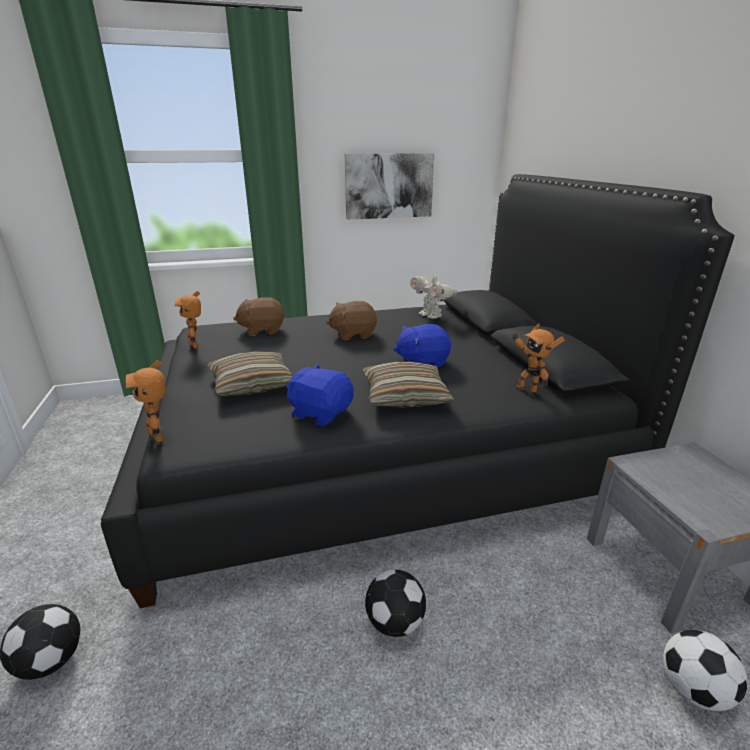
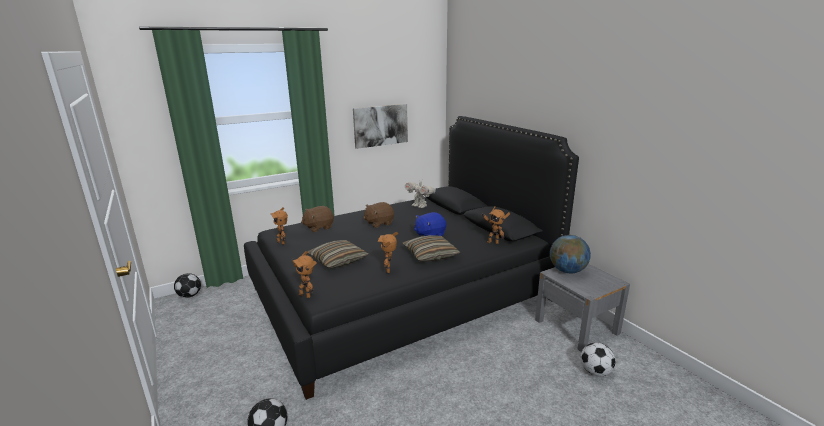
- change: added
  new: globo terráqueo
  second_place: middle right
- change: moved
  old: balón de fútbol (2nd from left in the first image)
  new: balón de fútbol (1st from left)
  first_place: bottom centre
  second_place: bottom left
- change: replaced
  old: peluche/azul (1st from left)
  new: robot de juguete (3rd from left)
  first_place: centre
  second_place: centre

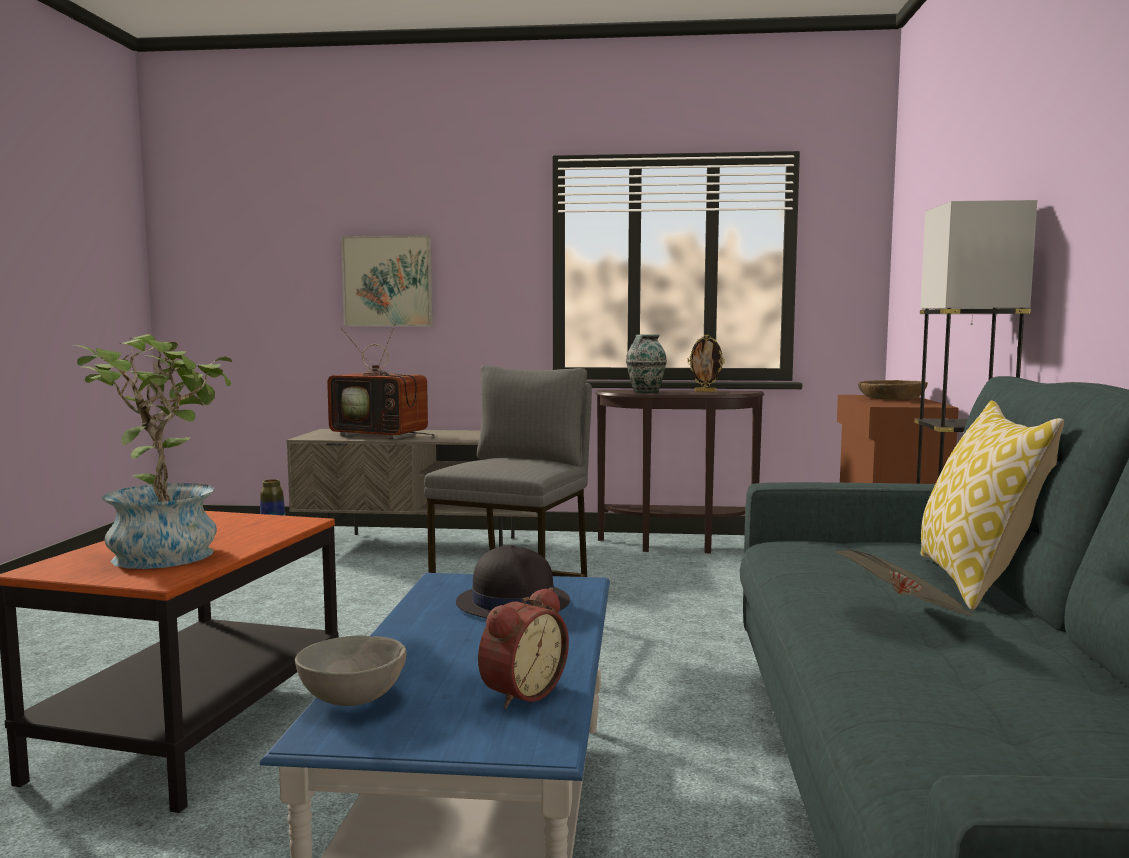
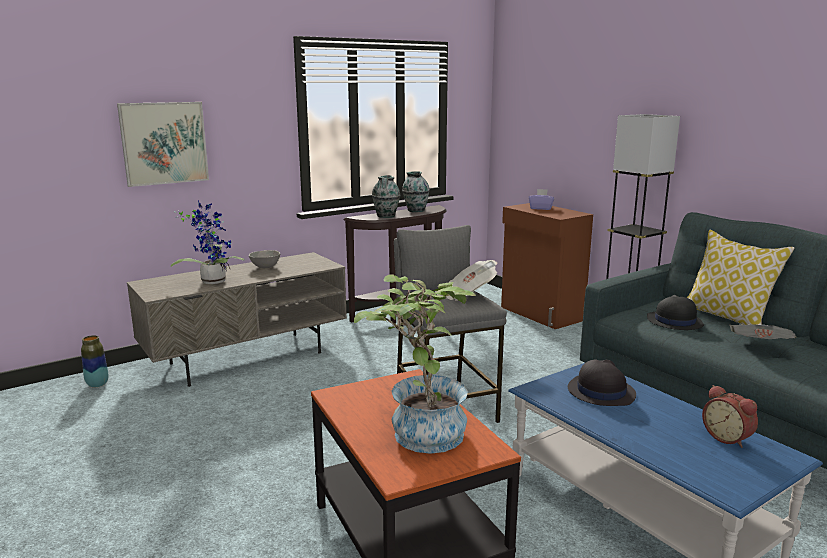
- change: added
  new: periódico (1st from left)
  second_place: centre
- change: added
  new: sombrero/negro (2nd from left)
  second_place: middle right
- change: moved
  old: cuenco/gris
  first_place: bottom left
  second_place: middle left
- change: replaced
  old: televisor
  new: planta en maceta (1st from left)
  first_place: centre
  second_place: middle left
- change: replaced
  old: portarretratos
  new: florero (3rd from left)
  first_place: centre
  second_place: centre
- change: replaced
  old: cuenco/marrón
  new: caja de pañuelos/morado
  first_place: middle right
  second_place: centre
- change: turned
  old: despertador
  first_place: bottom centre
  second_place: bottom right
  degrees: 150

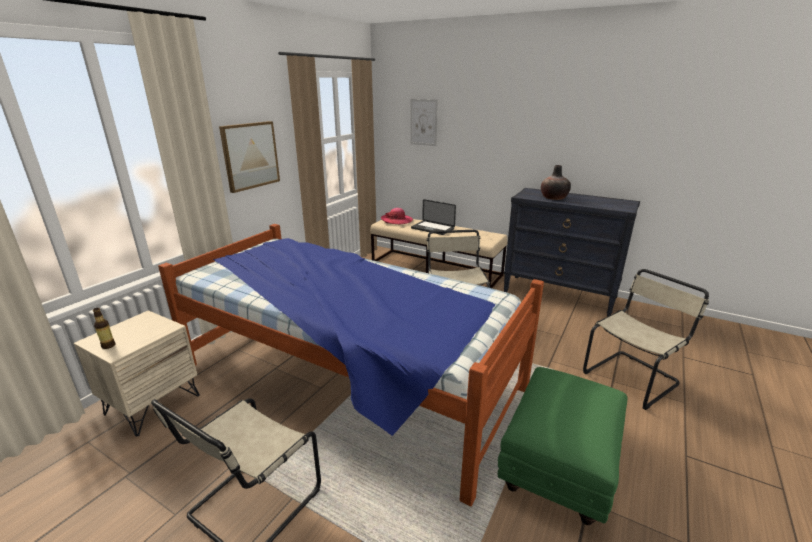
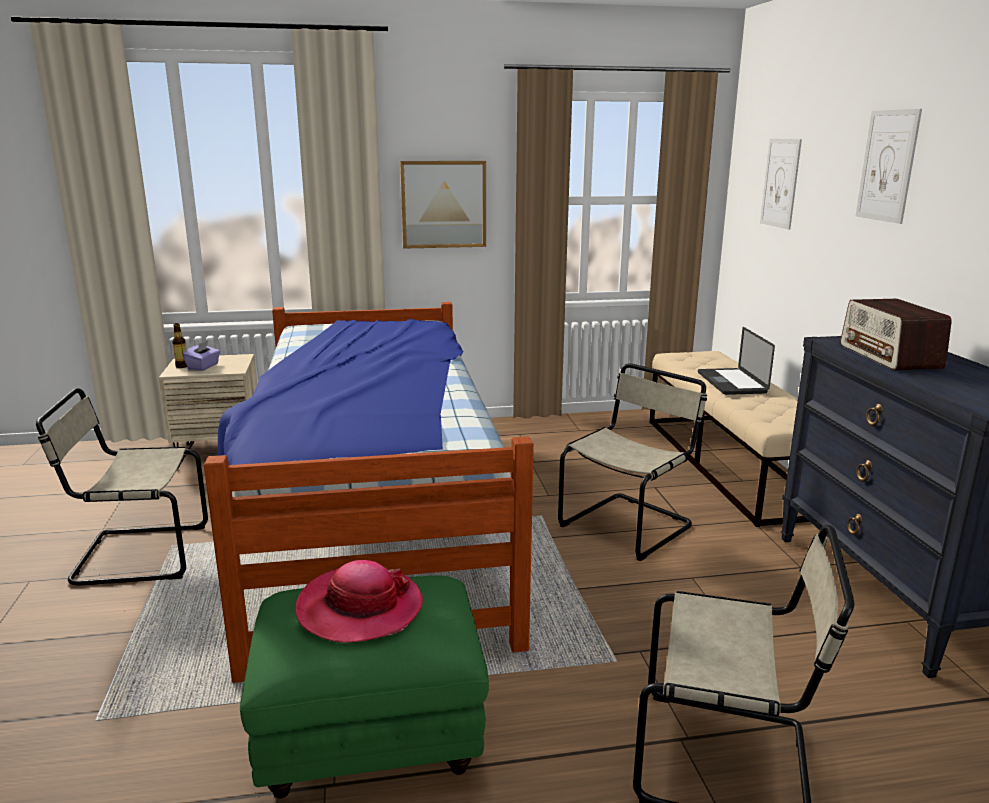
- change: added
  new: caja de pañuelos/morado
  second_place: middle left
- change: added
  new: cuadro (3rd from left)
  second_place: top right
- change: moved
  old: sombrero
  first_place: centre
  second_place: bottom centre
- change: replaced
  old: florero
  new: radio
  first_place: middle right
  second_place: middle right

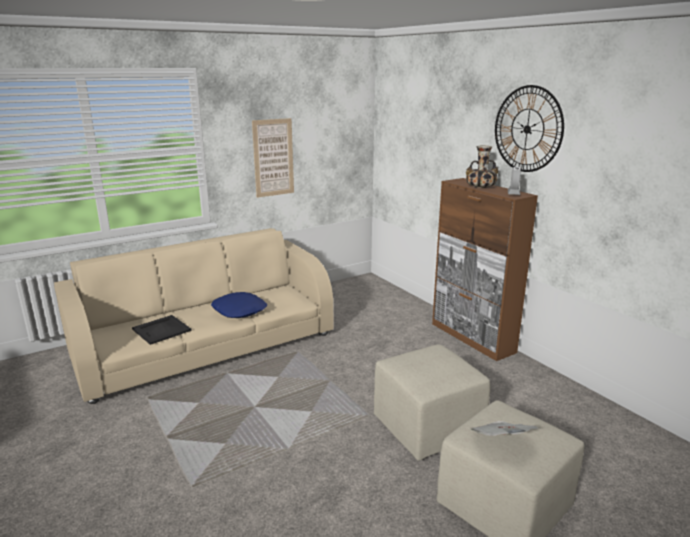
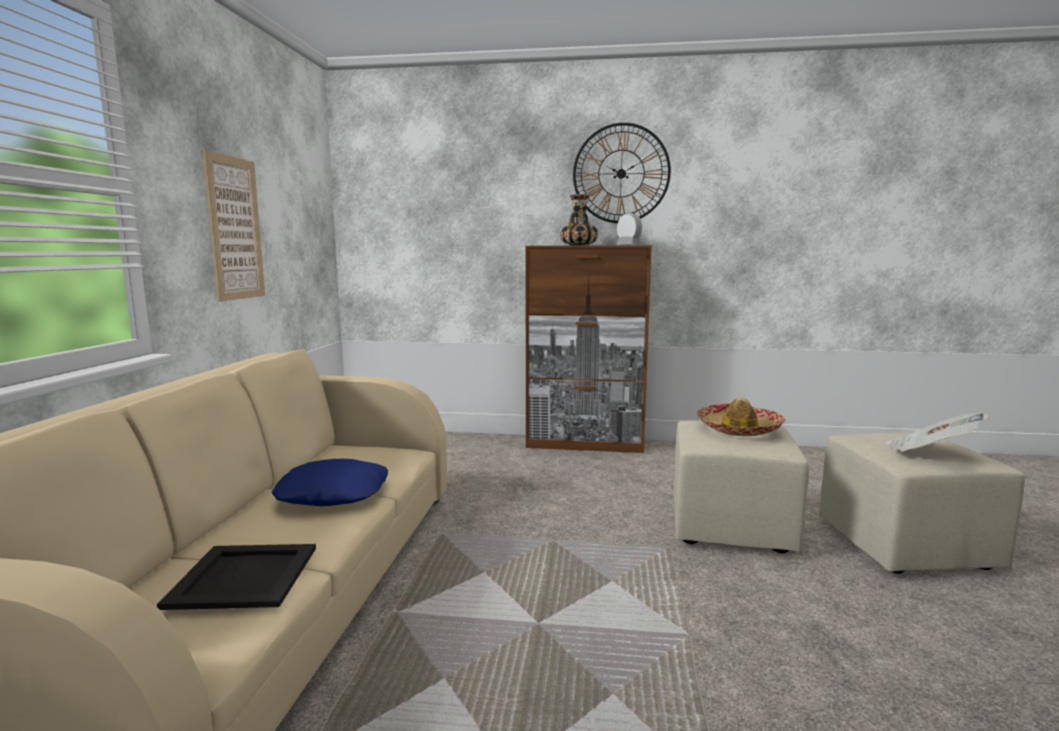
- change: added
  new: sombrero
  second_place: middle right

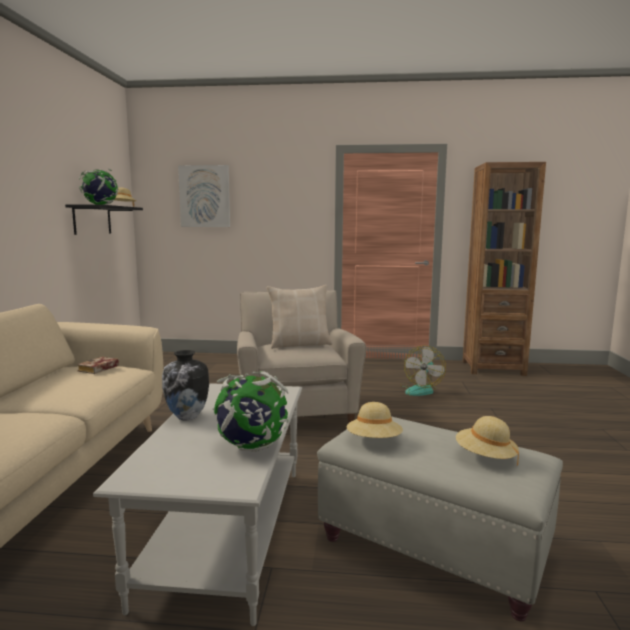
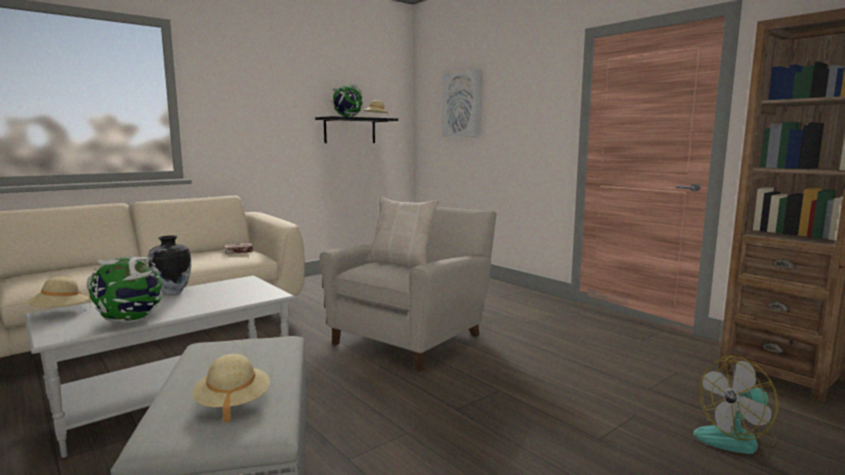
- change: moved
  old: sombrero/beis (2nd from left in the first image)
  new: sombrero/beis (1st from left)
  first_place: bottom centre
  second_place: middle left
- change: moved
  old: ventilador
  first_place: middle right
  second_place: bottom right

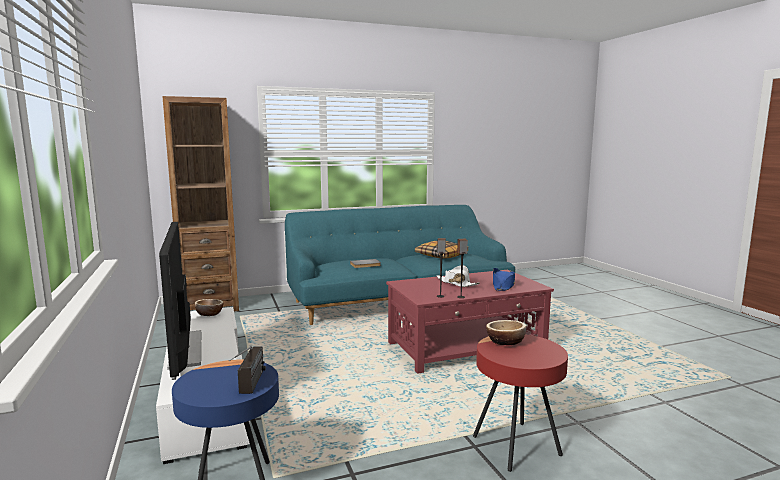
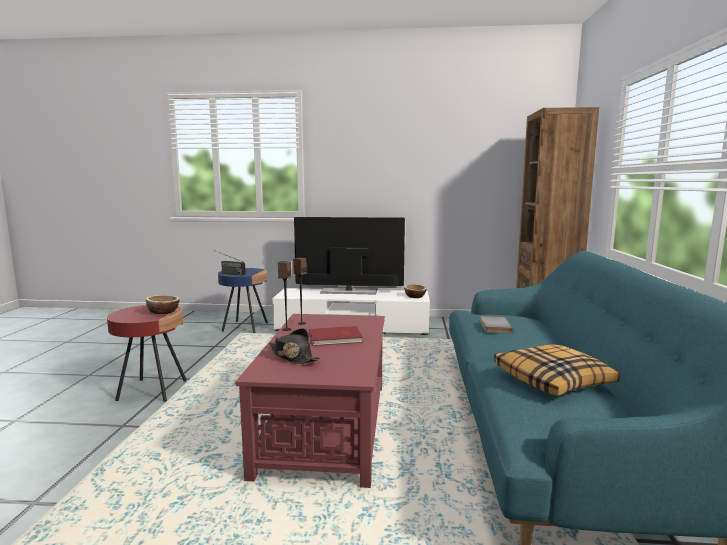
- change: replaced
  old: sombrero/blanco
  new: libro/rojo
  first_place: centre
  second_place: centre
- change: recoloured
  old: sombrero/azul
  new: sombrero/negro
  first_place: centre
  second_place: centre

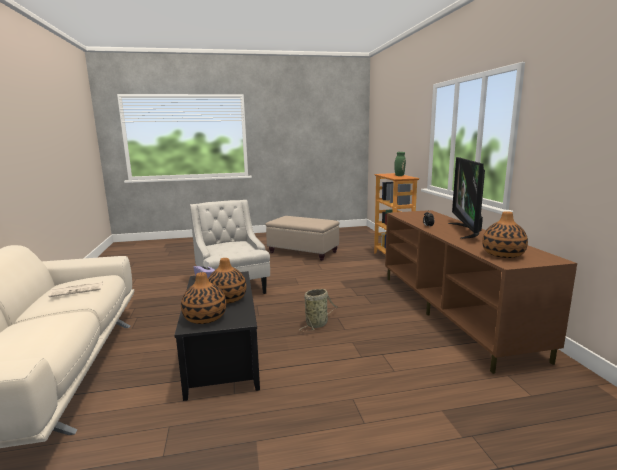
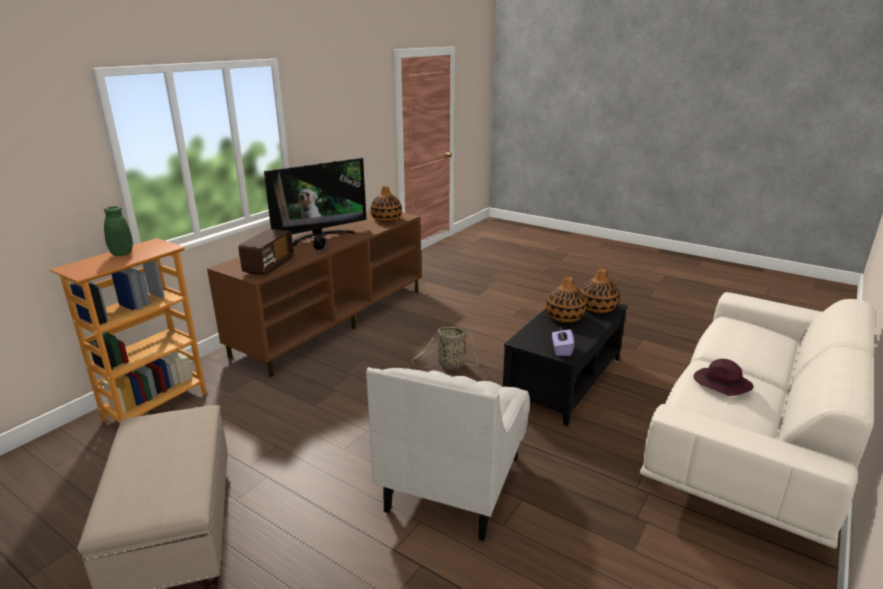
- change: added
  new: radio
  second_place: middle left
- change: replaced
  old: periódico
  new: sombrero/morado
  first_place: middle left
  second_place: middle right

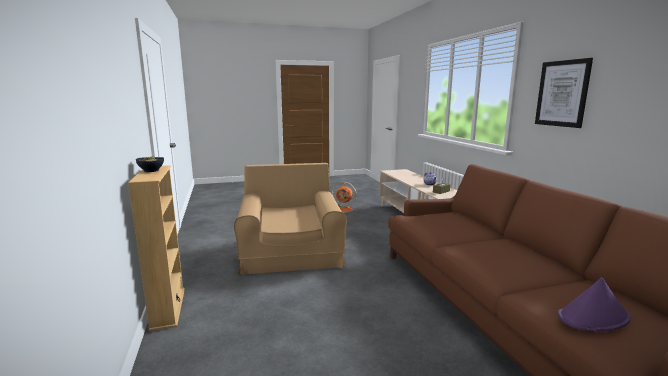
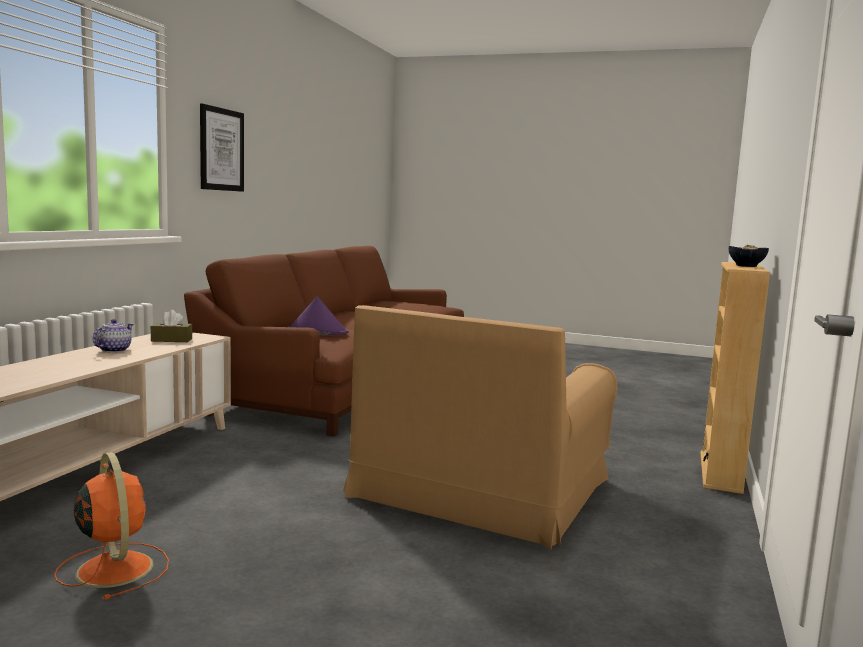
- change: moved
  old: sombrero/morado
  first_place: bottom right
  second_place: centre

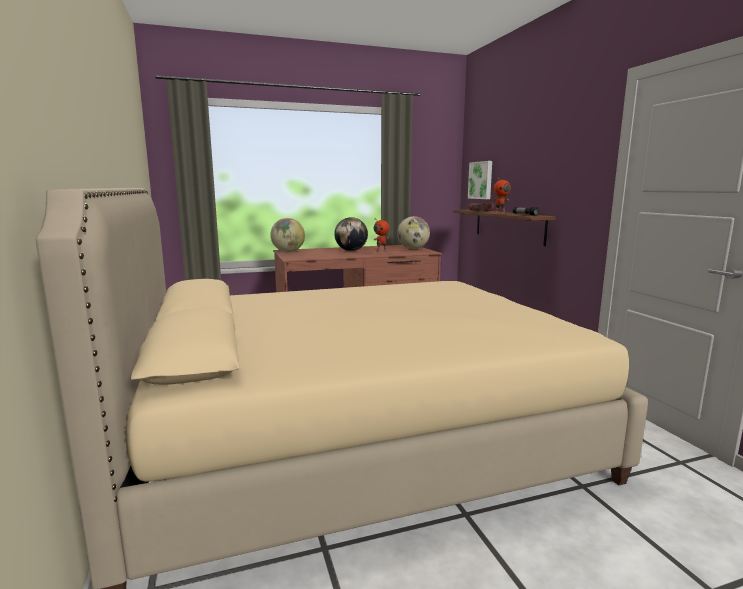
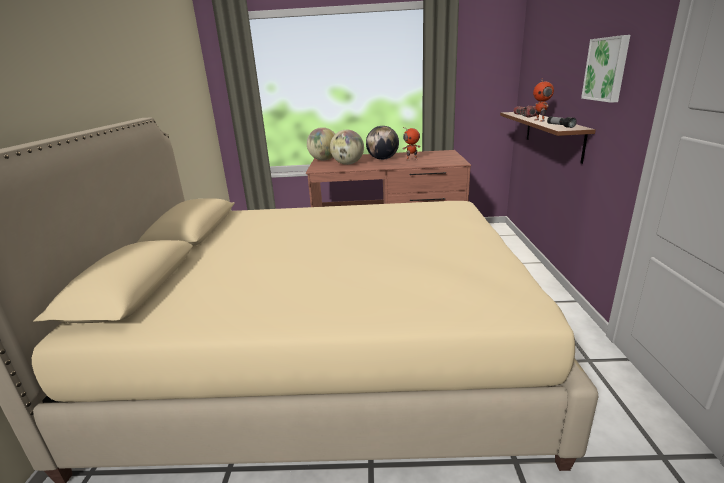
- change: moved
  old: globo terráqueo (3rd from left in the first image)
  new: globo terráqueo (2nd from left)
  first_place: centre
  second_place: top centre
- change: moved
  old: cuadro
  first_place: top centre
  second_place: top right

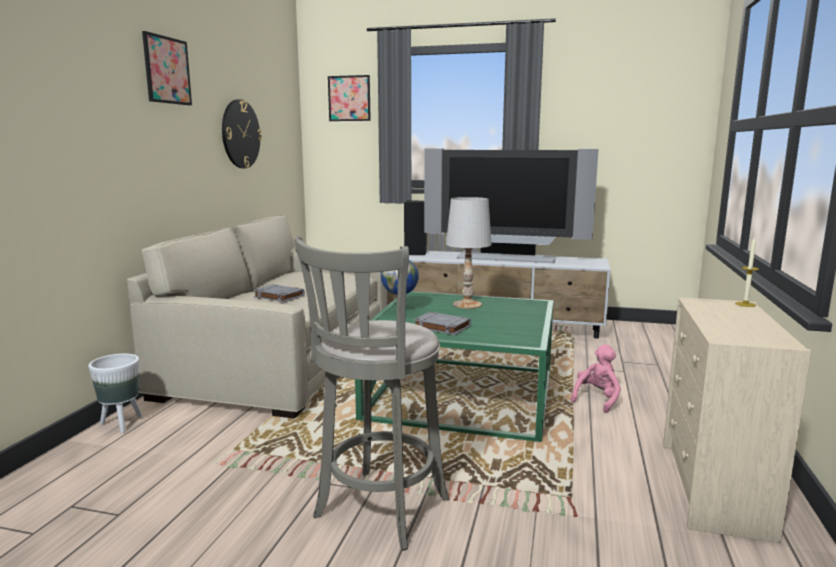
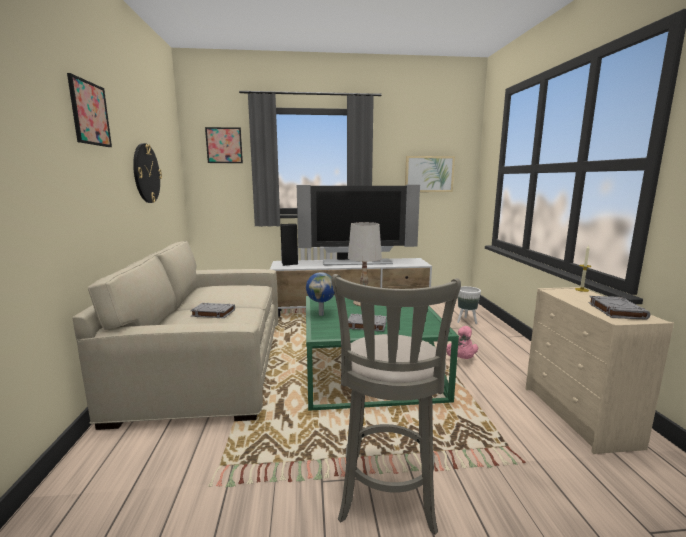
- change: added
  new: cuadro (3rd from left)
  second_place: top centre
- change: added
  new: libro/gris (3rd from left)
  second_place: middle right
- change: moved
  old: maceta/blanco
  first_place: bottom left
  second_place: middle right
- change: turned
  old: peluche/rosa
  first_place: bottom right
  second_place: middle right
  degrees: 135

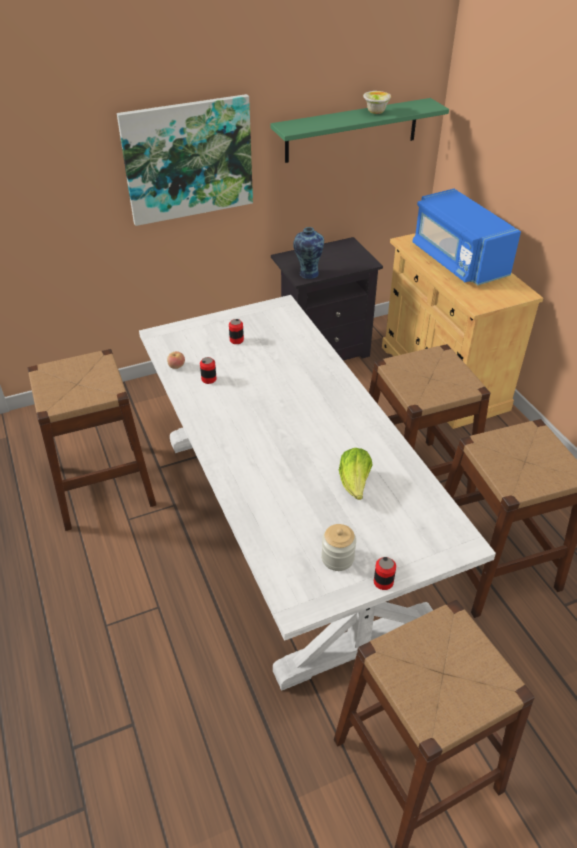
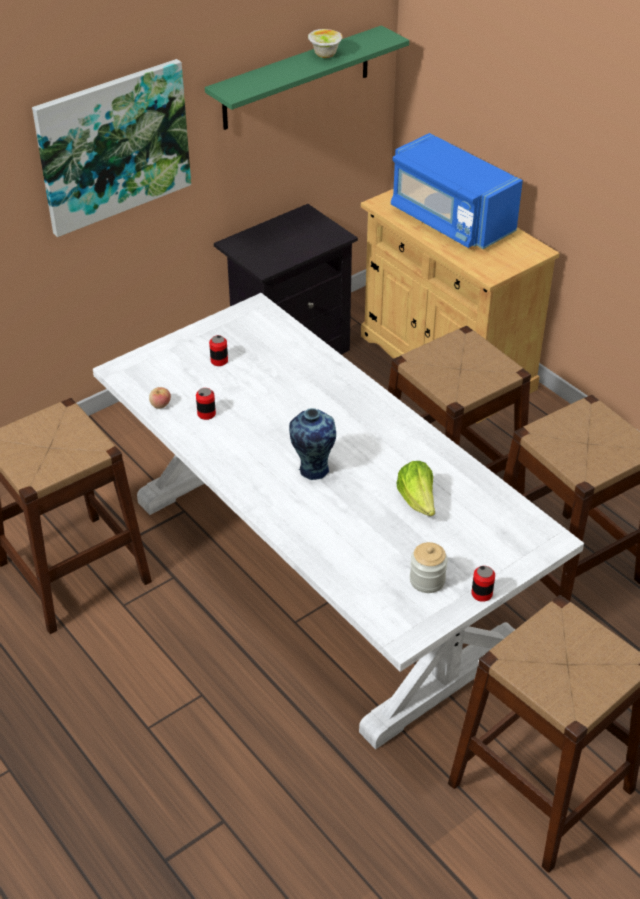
- change: moved
  old: florero
  first_place: top centre
  second_place: centre

